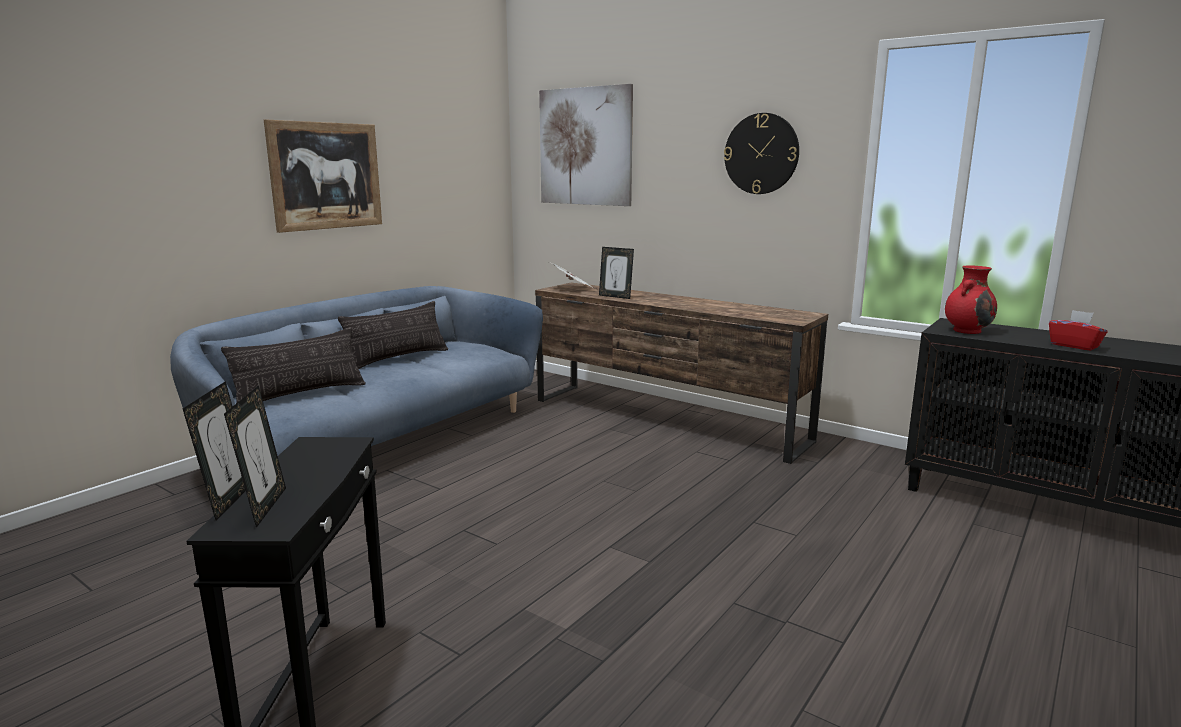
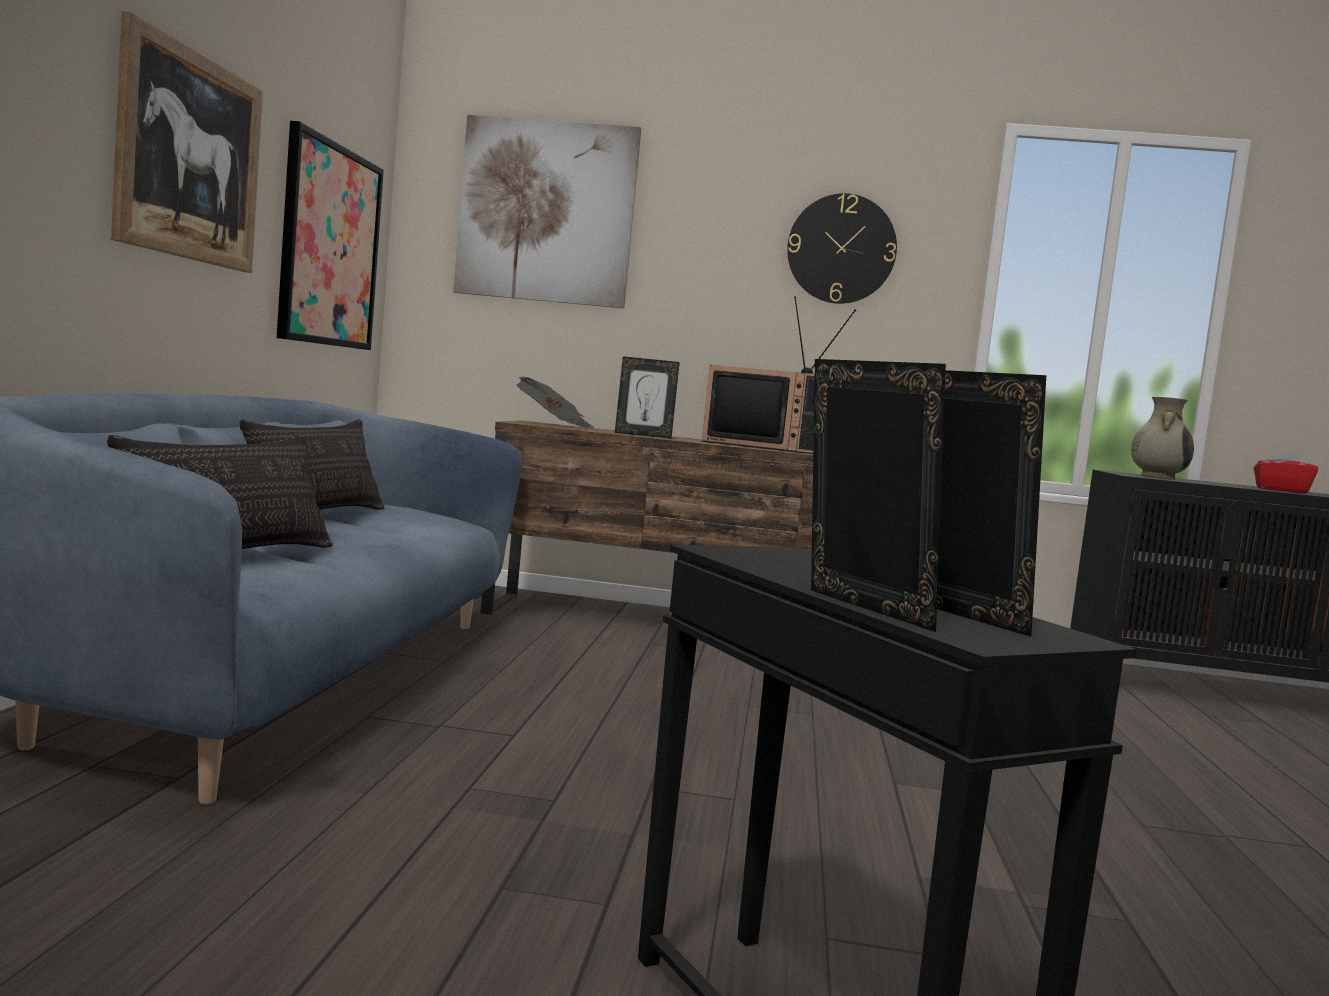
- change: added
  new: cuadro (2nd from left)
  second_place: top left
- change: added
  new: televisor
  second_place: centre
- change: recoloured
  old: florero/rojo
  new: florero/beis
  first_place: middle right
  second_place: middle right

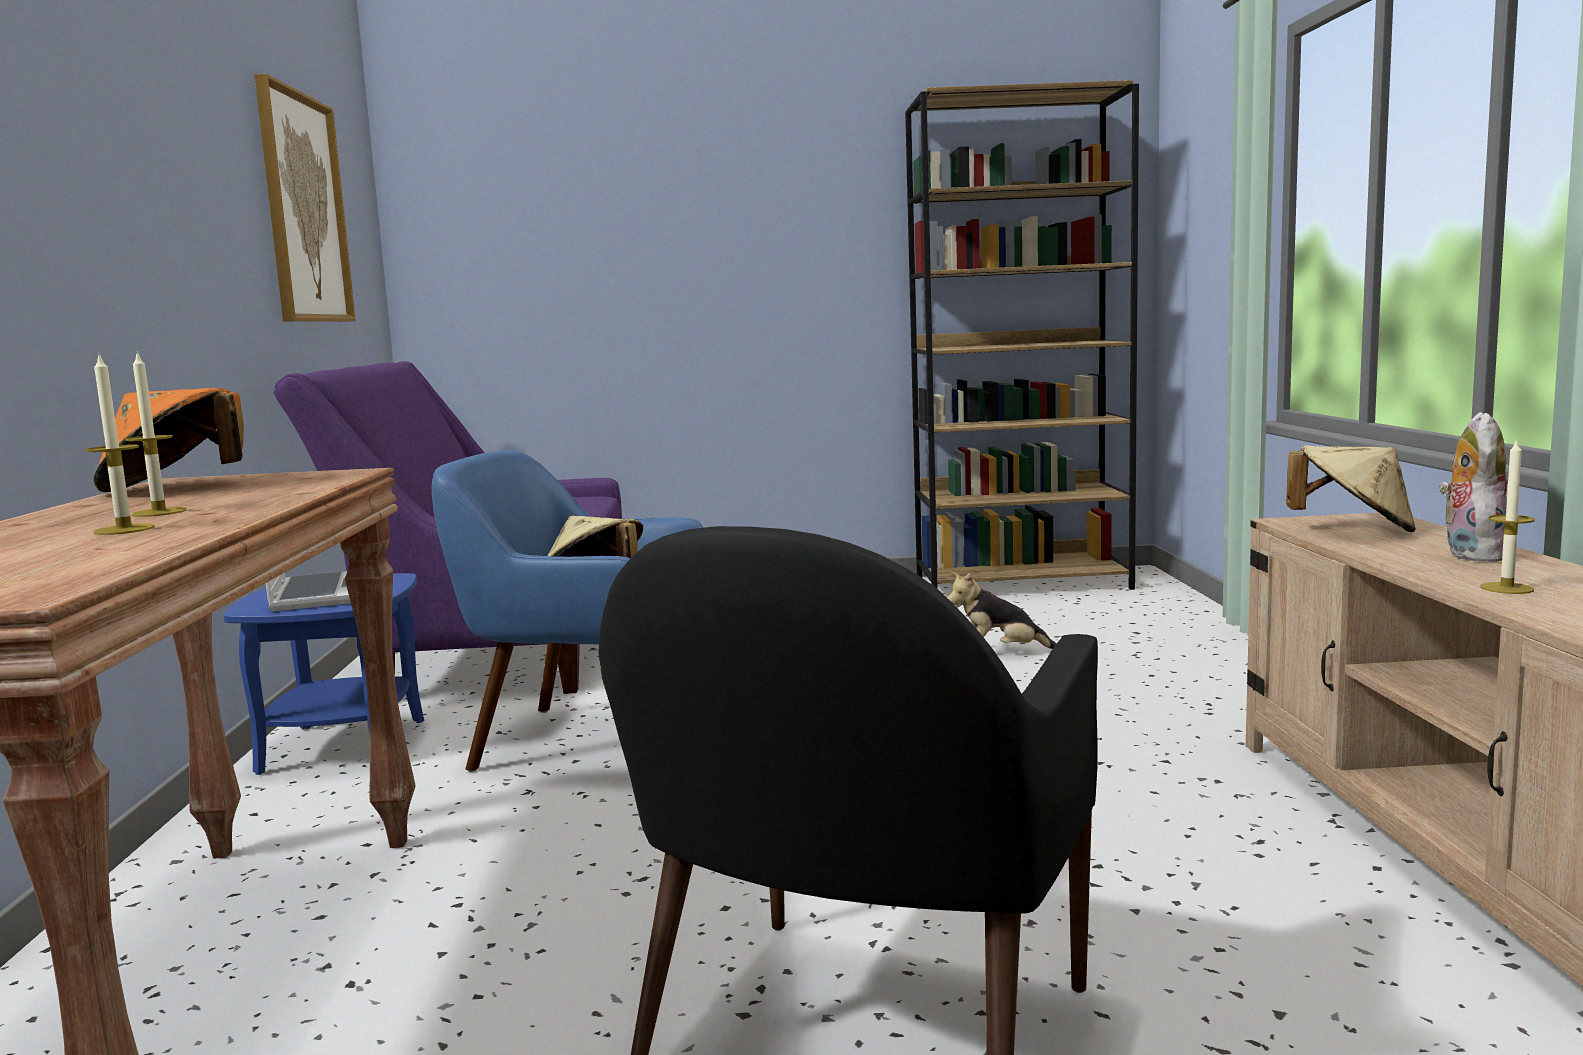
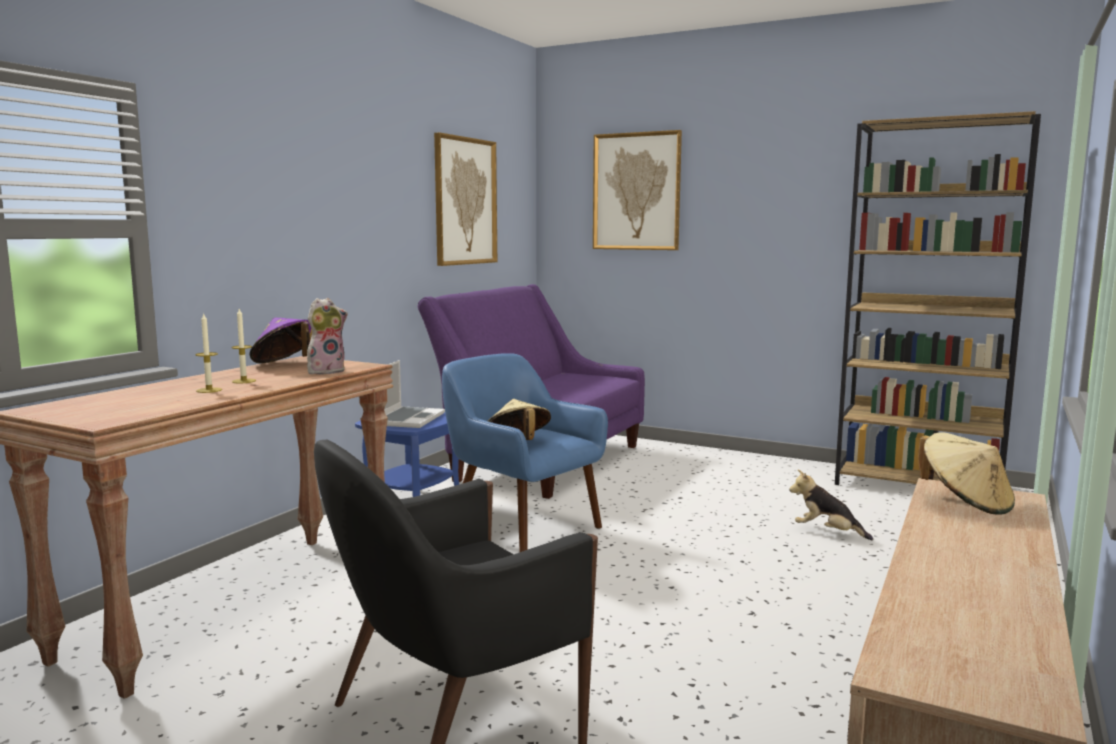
- change: removed
  old: vela (3rd from left)
  first_place: middle right
- change: added
  new: cuadro (2nd from left)
  second_place: top centre
- change: moved
  old: peluche (2nd from left in the first image)
  new: peluche (1st from left)
  first_place: middle right
  second_place: middle left
- change: recoloured
  old: sombrero/naranja
  new: sombrero/morado
  first_place: middle left
  second_place: middle left

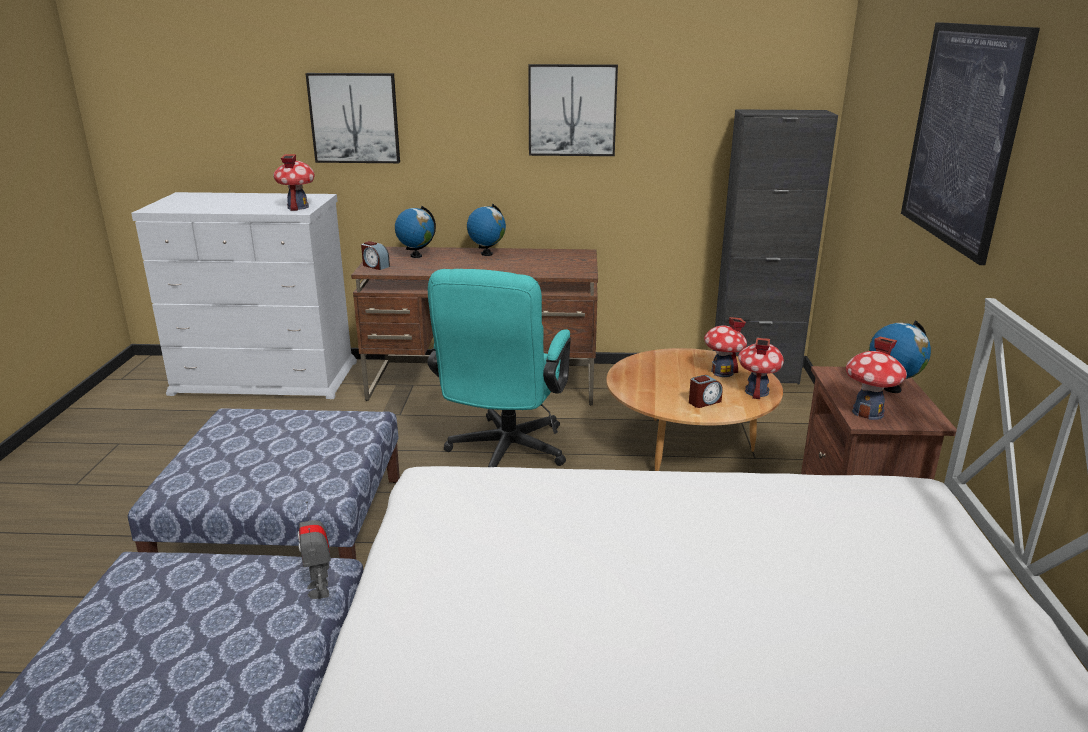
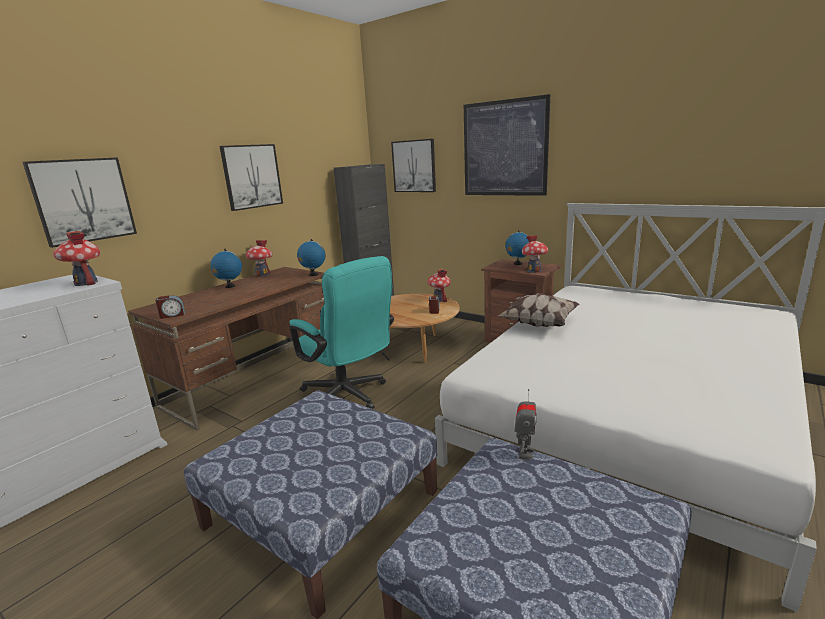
- change: added
  new: cuadro (3rd from left)
  second_place: top centre
- change: added
  new: cojín
  second_place: centre
- change: moved
  old: globo terráqueo (1st from left in the first image)
  new: globo terráqueo (2nd from left)
  first_place: top centre
  second_place: centre
- change: moved
  old: casita (2nd from left)
  first_place: centre
  second_place: middle left
- change: turned
  old: robot de juguete
  first_place: bottom left
  second_place: bottom centre
  degrees: -90

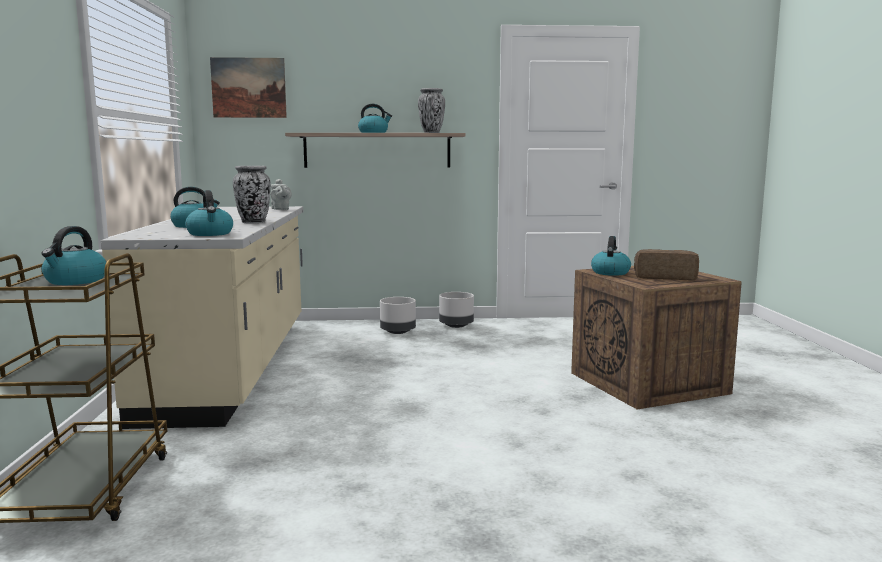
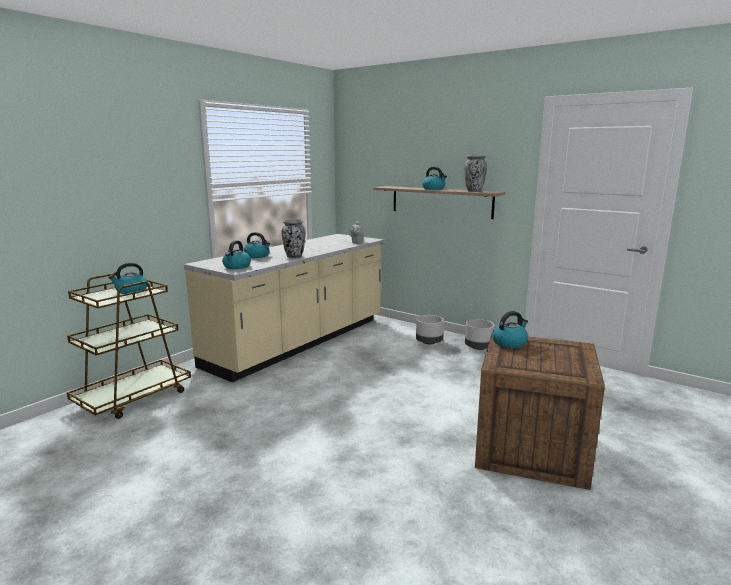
- change: removed
  old: cuadro
  first_place: top left
- change: removed
  old: pan
  first_place: middle right

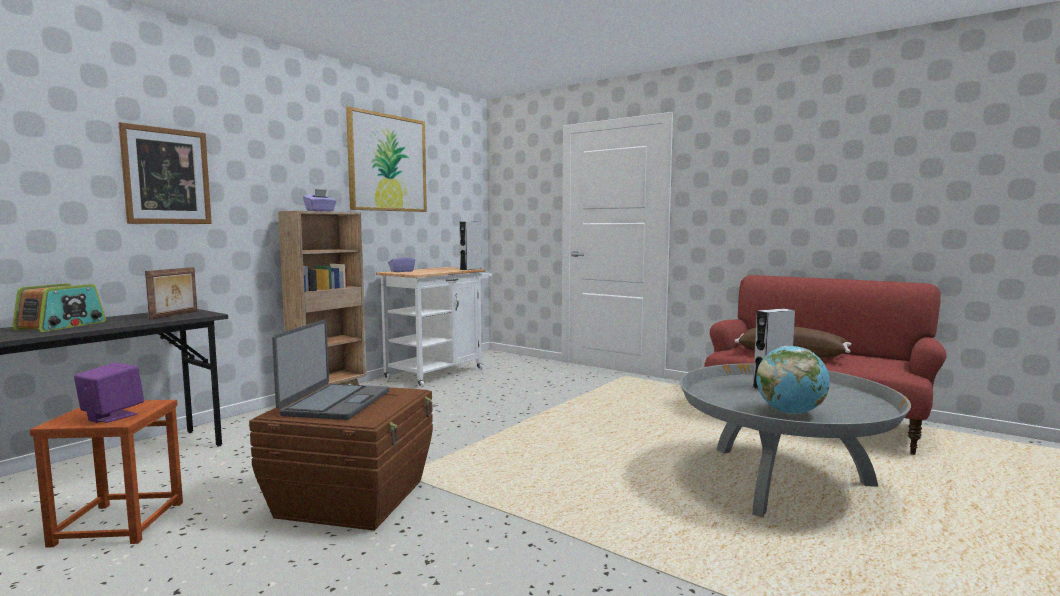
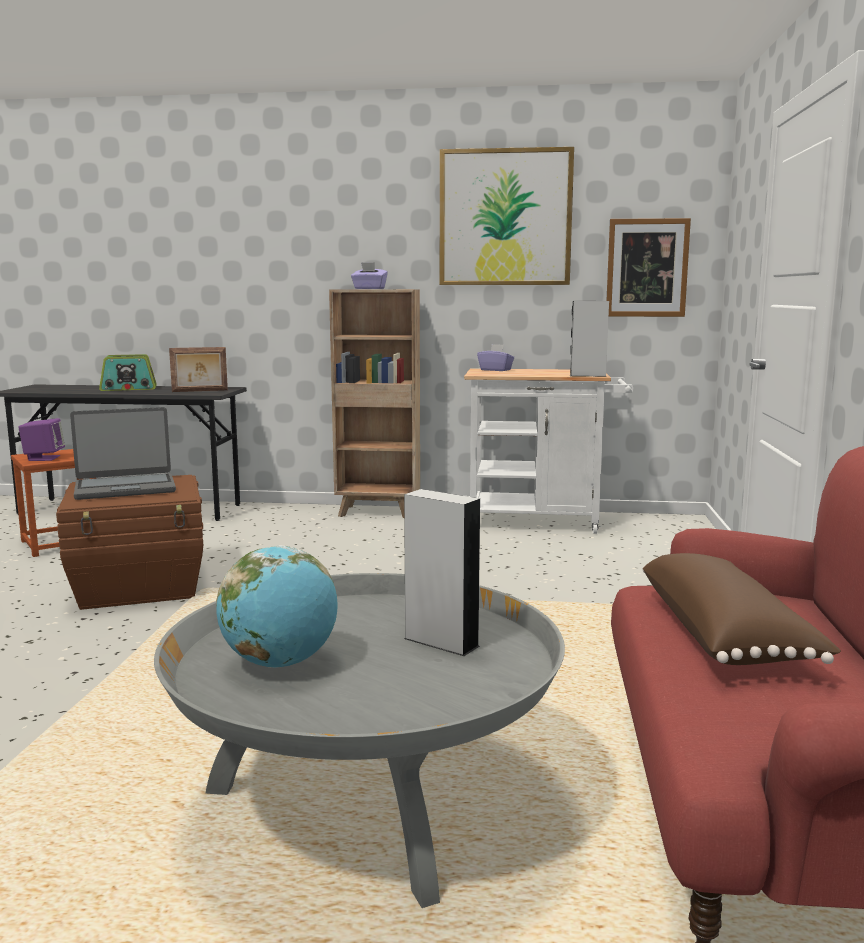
- change: moved
  old: cuadro (1st from left in the first image)
  new: cuadro (2nd from left)
  first_place: top left
  second_place: top right

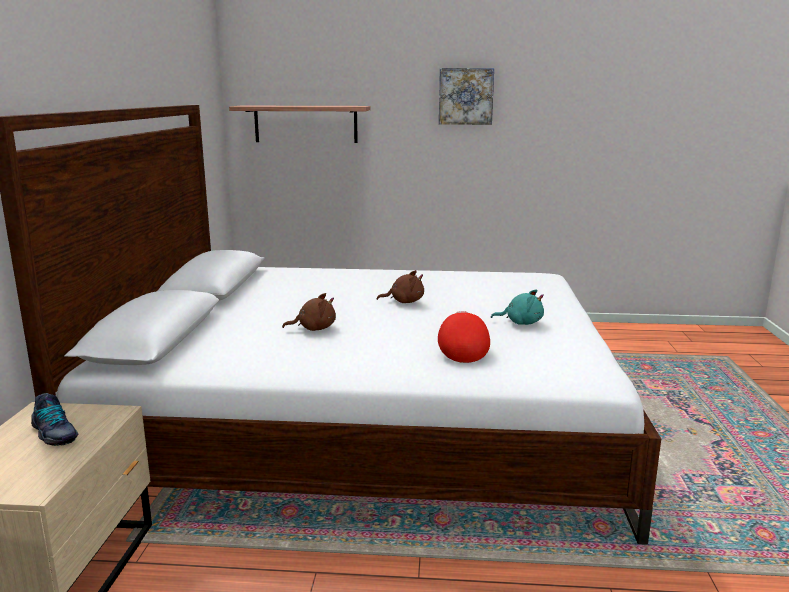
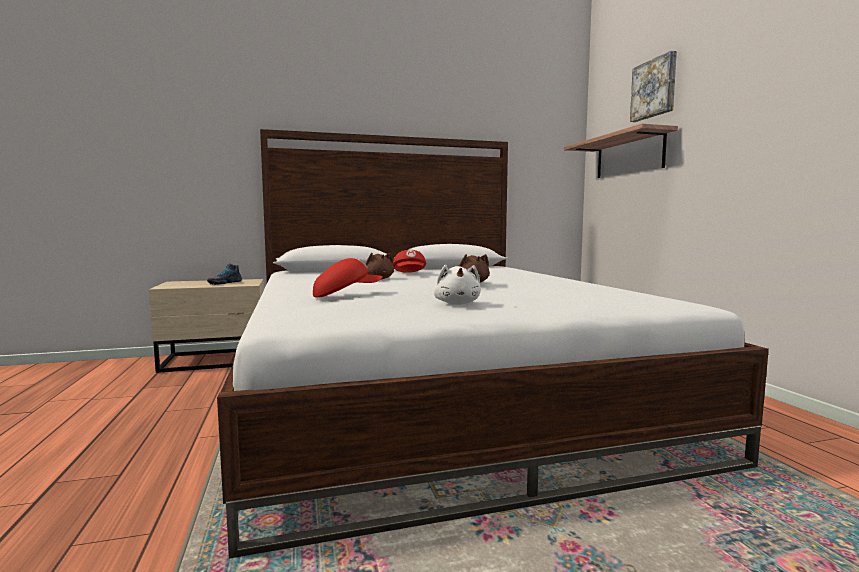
- change: added
  new: gorra/rojo (2nd from left)
  second_place: centre
- change: moved
  old: cuadro
  first_place: top centre
  second_place: top right
- change: recoloured
  old: peluche/turquesa
  new: peluche/blanco
  first_place: centre
  second_place: centre

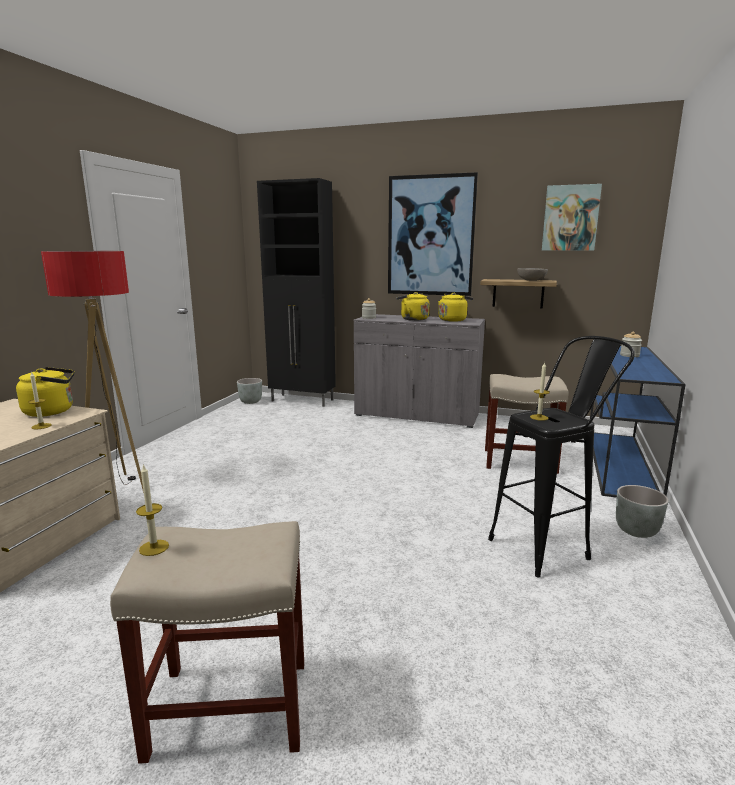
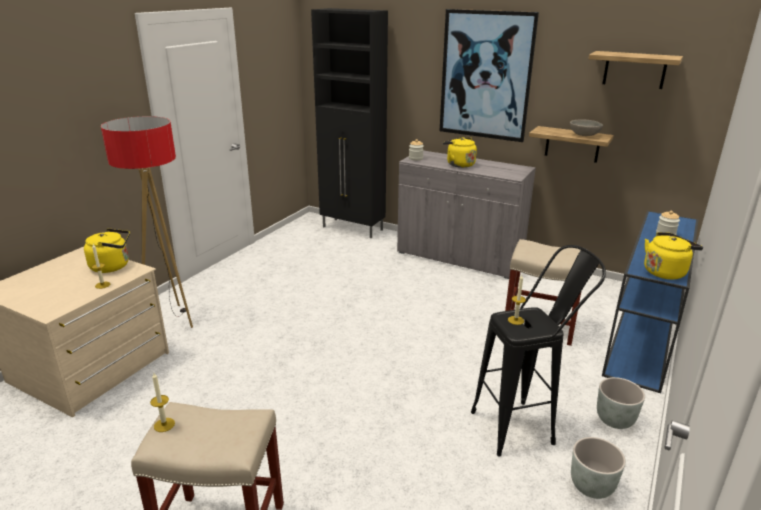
- change: moved
  old: maceta/gris (1st from left)
  first_place: centre
  second_place: bottom right
- change: moved
  old: hervidor/amarillo (3rd from left)
  first_place: centre
  second_place: middle right
- change: replaced
  old: cuadro (2nd from left)
  new: estante (2nd from left)
  first_place: top right
  second_place: top right

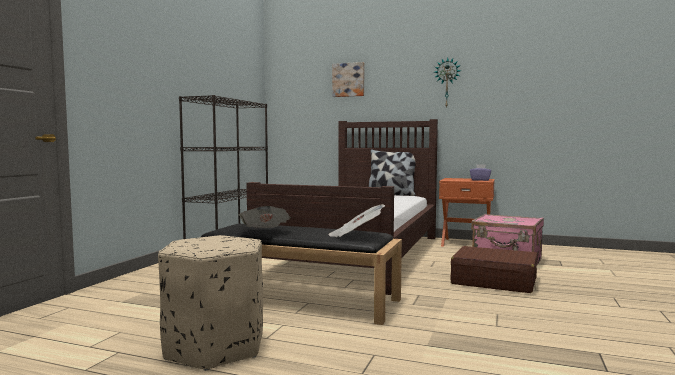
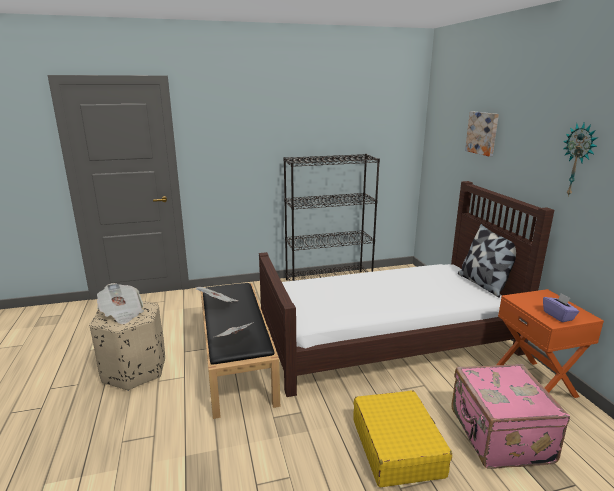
- change: added
  new: periódico (1st from left)
  second_place: middle left
- change: recoloured
  old: maleta/marrón
  new: maleta/amarillo
  first_place: bottom right
  second_place: bottom centre

